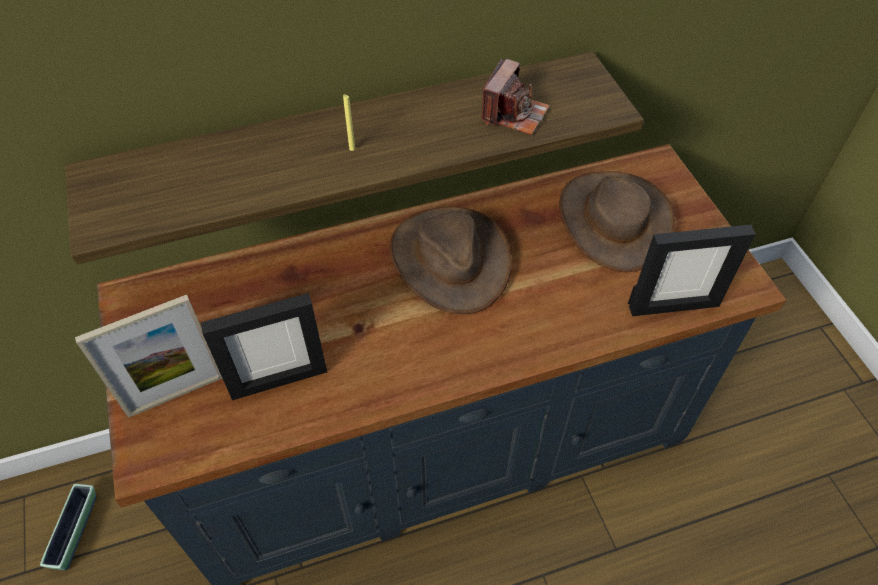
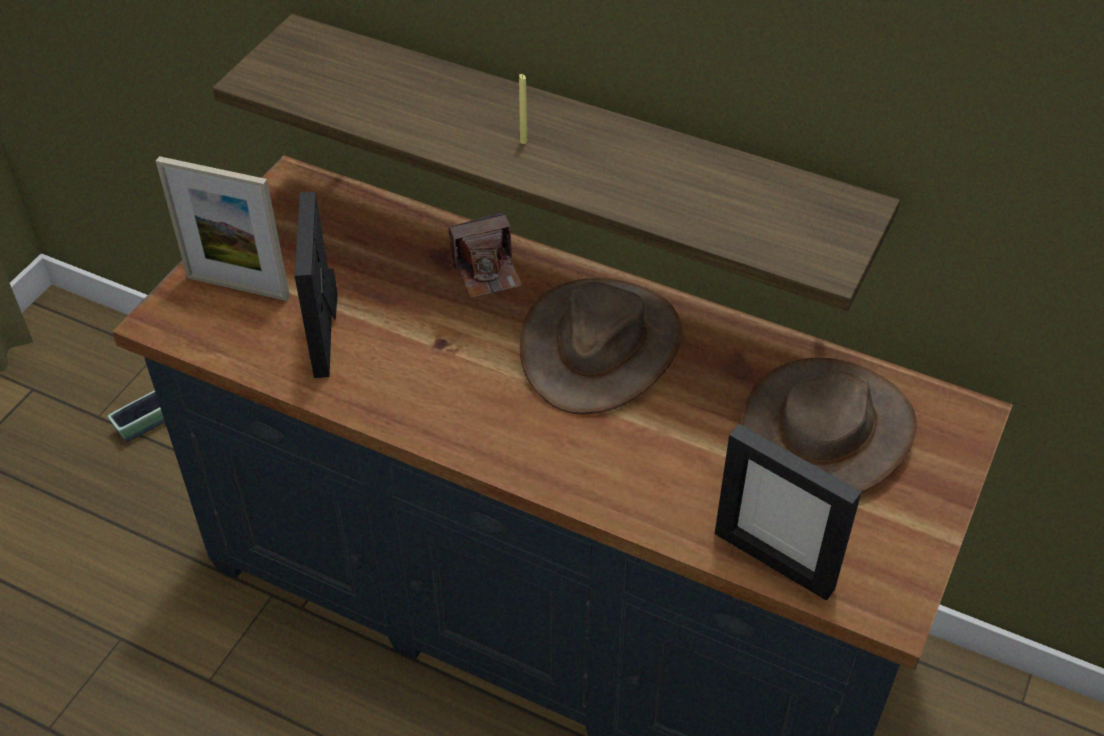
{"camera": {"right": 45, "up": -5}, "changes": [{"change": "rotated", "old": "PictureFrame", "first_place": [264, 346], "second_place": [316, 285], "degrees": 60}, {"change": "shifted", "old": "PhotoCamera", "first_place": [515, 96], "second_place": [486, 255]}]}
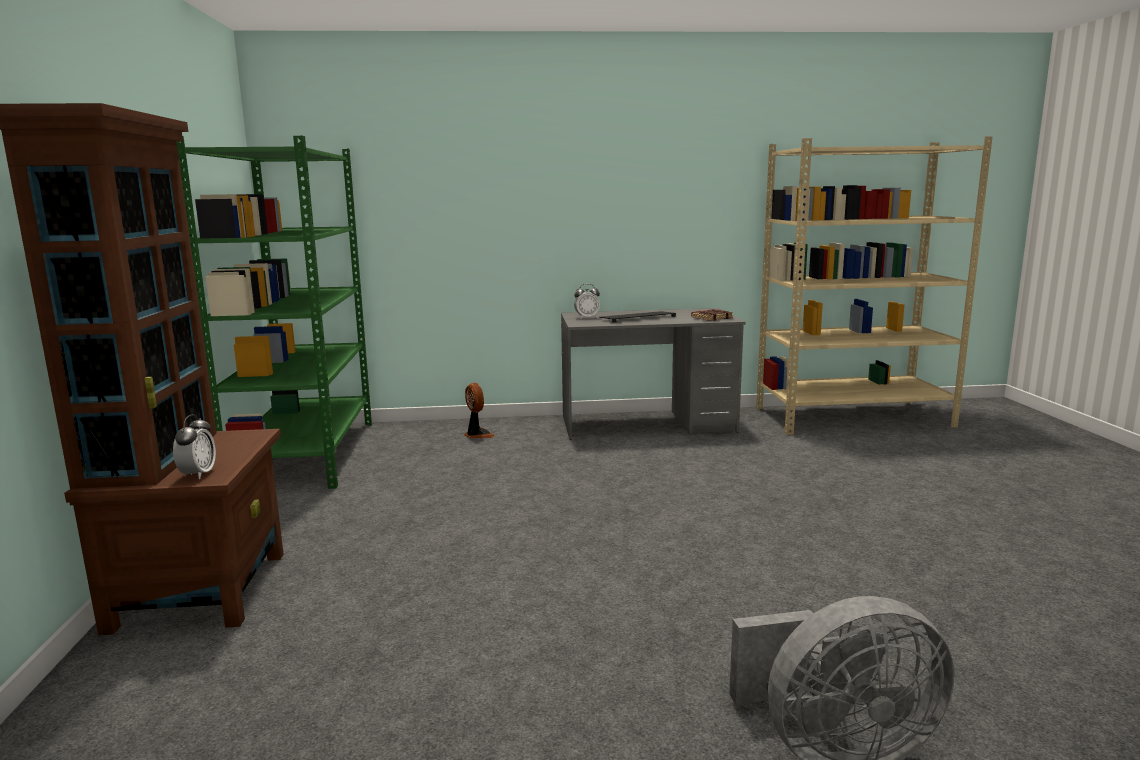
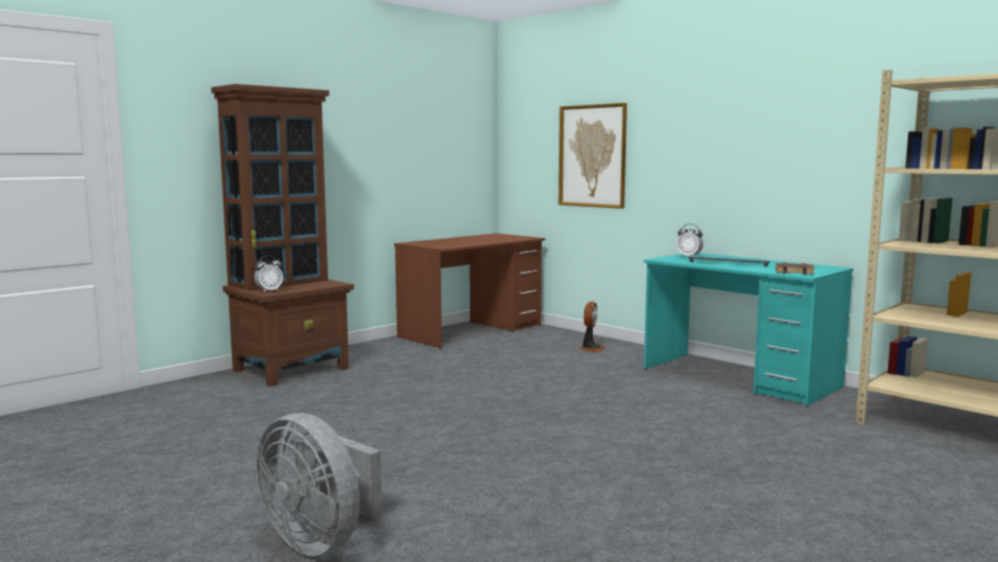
{"camera": {"right": 50, "up": -5}, "changes": [{"change": "swapped", "old": "GreenBookcase", "new": "BrownDesk", "first_place": [274, 312], "second_place": [469, 291]}, {"change": "new", "new": "Picture", "second_place": [592, 156]}, {"change": "repainted", "old": "GreyDesk", "new": "TurquoiseDesk", "first_place": [653, 374], "second_place": [748, 329]}]}
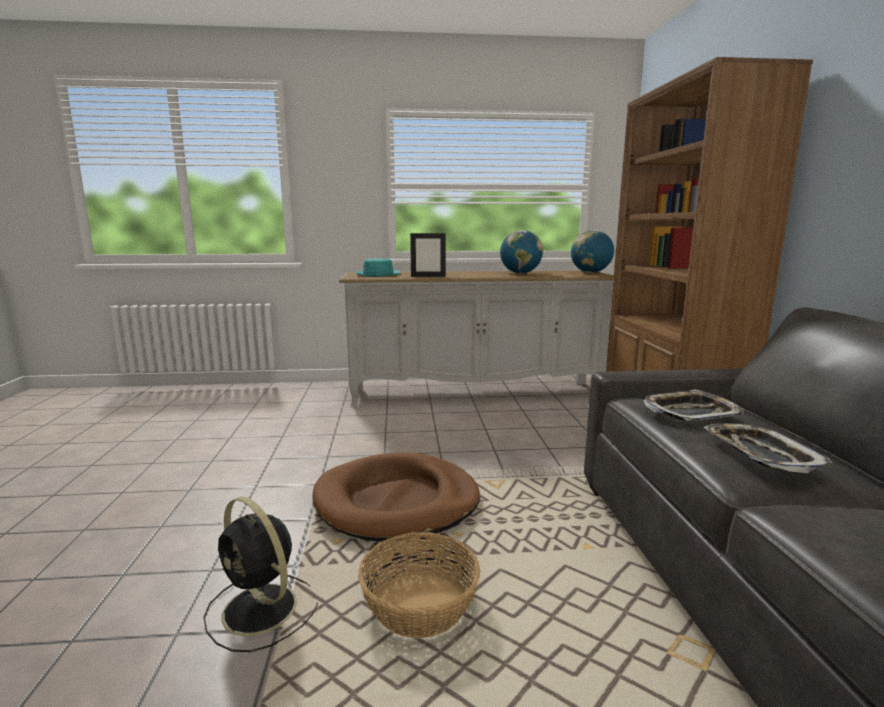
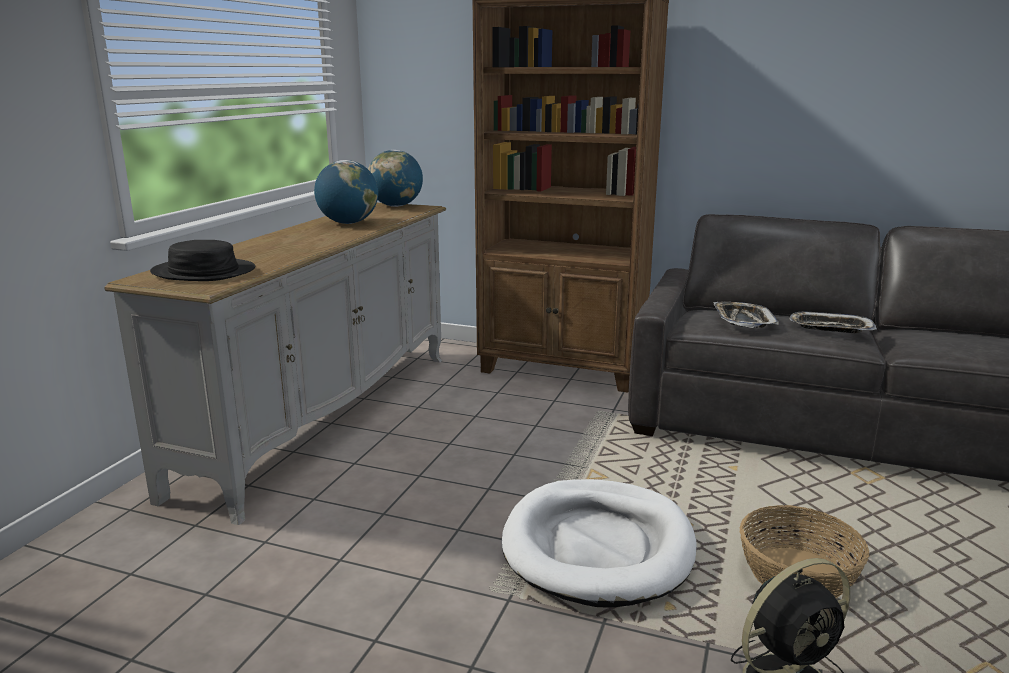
{"camera": {"right": -65, "up": 5}, "changes": [{"change": "repainted", "old": "TurquoiseHat", "new": "BlackHat", "first_place": [378, 267], "second_place": [202, 260]}, {"change": "repainted", "old": "BrownDogBed", "new": "WhiteDogBed", "first_place": [396, 496], "second_place": [599, 543]}, {"change": "gone", "old": "PictureFrame", "first_place": [428, 255]}]}
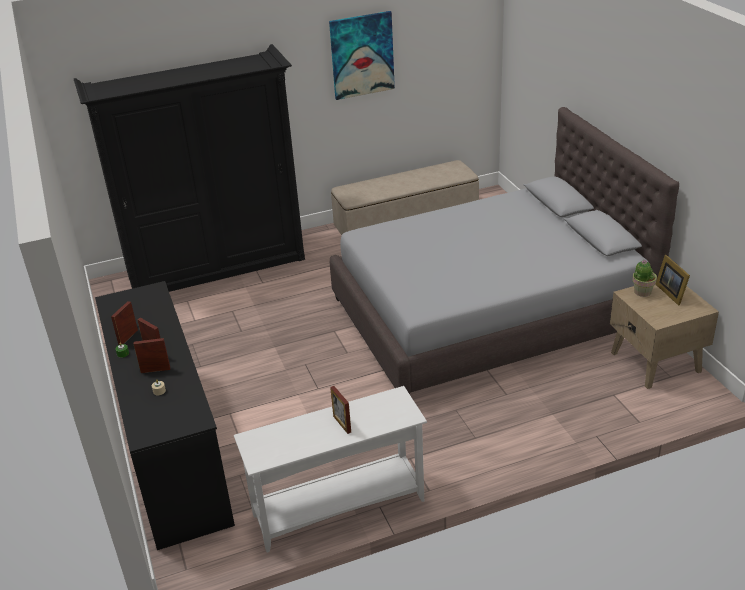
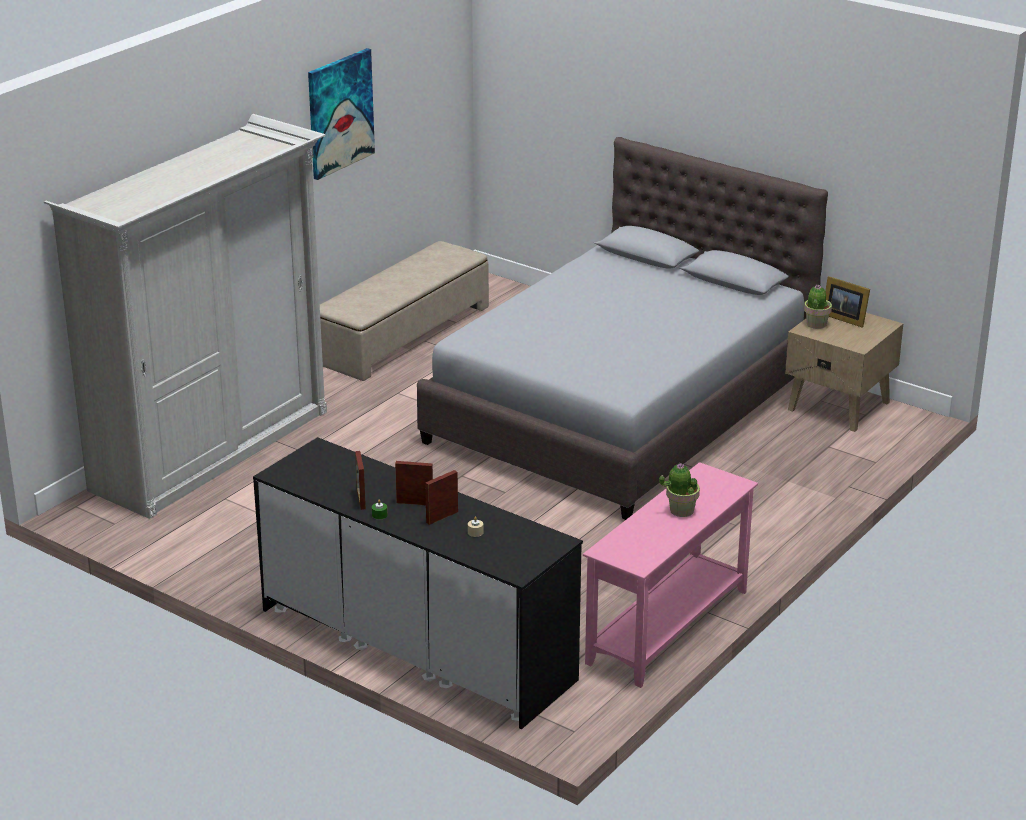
{"camera": {"right": -35, "up": -5}, "changes": [{"change": "repainted", "old": "BlackWardrobe", "new": "WhiteWardrobe", "first_place": [189, 168], "second_place": [185, 316]}, {"change": "repainted", "old": "WhiteConsoleTable", "new": "PinkConsoleTable", "first_place": [330, 469], "second_place": [670, 575]}, {"change": "swapped", "old": "PictureFrame", "new": "PottedPlant", "first_place": [340, 410], "second_place": [679, 490]}]}
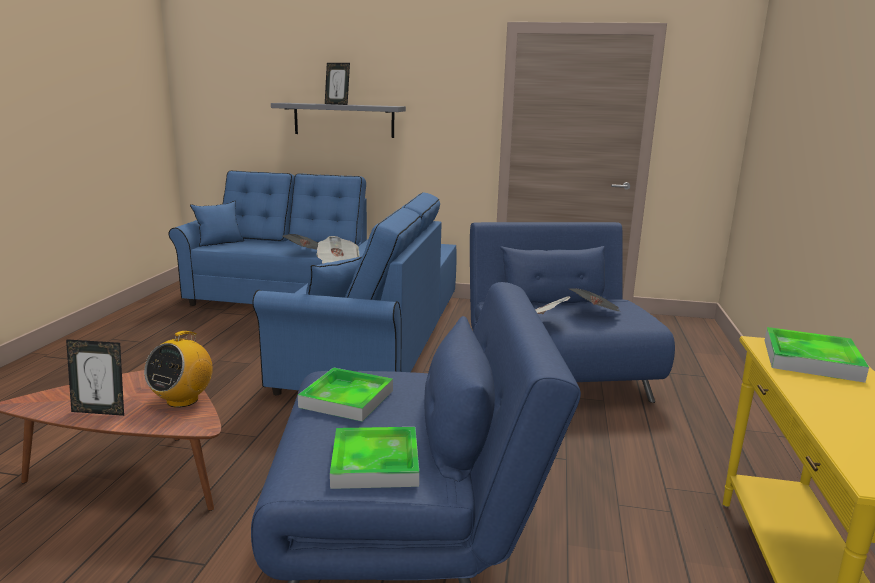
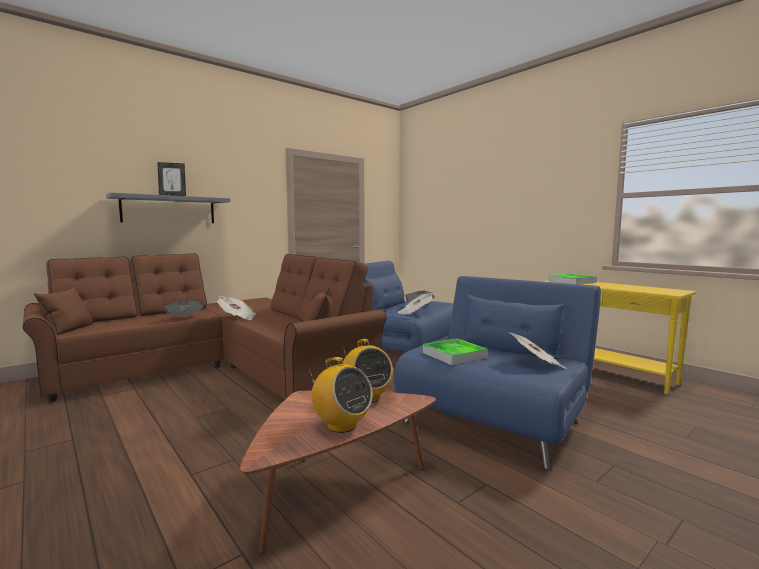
{"camera": {"right": -50, "up": -10}, "changes": [{"change": "repainted", "old": "BlueSofa", "new": "BrownSofa", "first_place": [313, 283], "second_place": [205, 327]}, {"change": "swapped", "old": "PictureFrame", "new": "Radio", "first_place": [95, 377], "second_place": [340, 395]}, {"change": "swapped", "old": "Tray", "new": "Newspaper", "first_place": [374, 458], "second_place": [538, 350]}]}
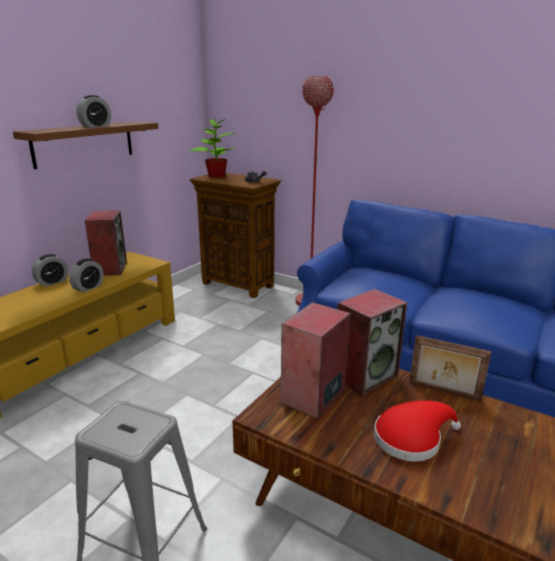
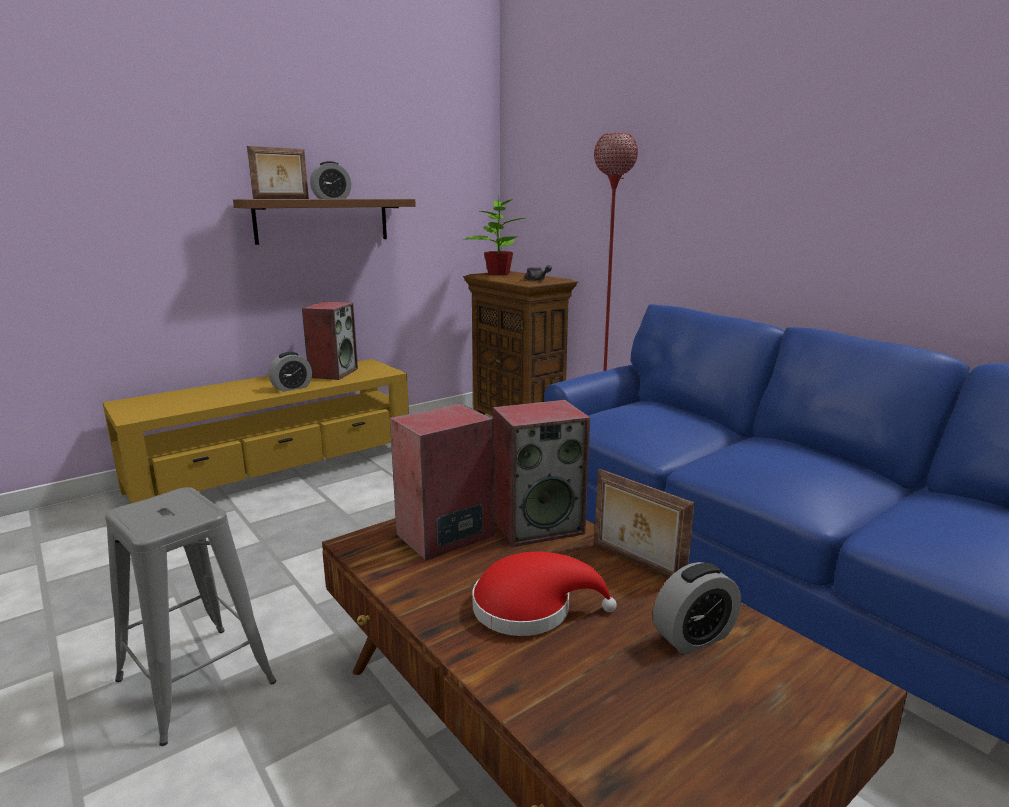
{"camera": {"right": 20, "up": -5}, "changes": [{"change": "new", "new": "PictureFrame", "second_place": [278, 172]}, {"change": "shifted", "old": "AlarmClock", "first_place": [50, 270], "second_place": [697, 608]}]}
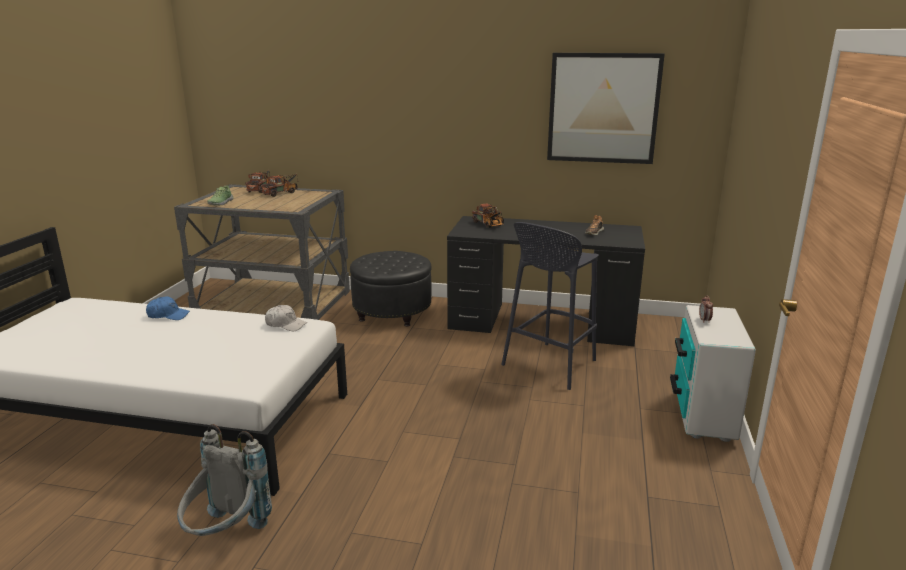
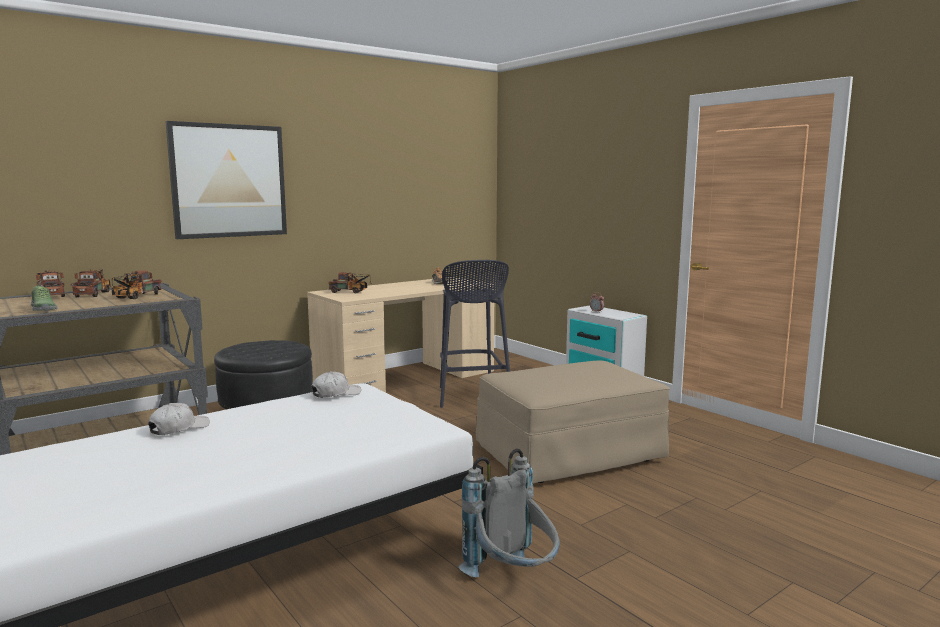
{"camera": {"right": -50, "up": -10}, "changes": [{"change": "new", "new": "ToyTruck", "second_place": [137, 284]}, {"change": "repainted", "old": "BlueCap", "new": "WhiteCap", "first_place": [168, 308], "second_place": [179, 419]}, {"change": "shifted", "old": "Picture", "first_place": [606, 108], "second_place": [226, 180]}, {"change": "repainted", "old": "BlackDesk", "new": "BeigeDesk", "first_place": [546, 281], "second_place": [400, 335]}, {"change": "new", "new": "BeigeOttoman", "second_place": [573, 422]}]}
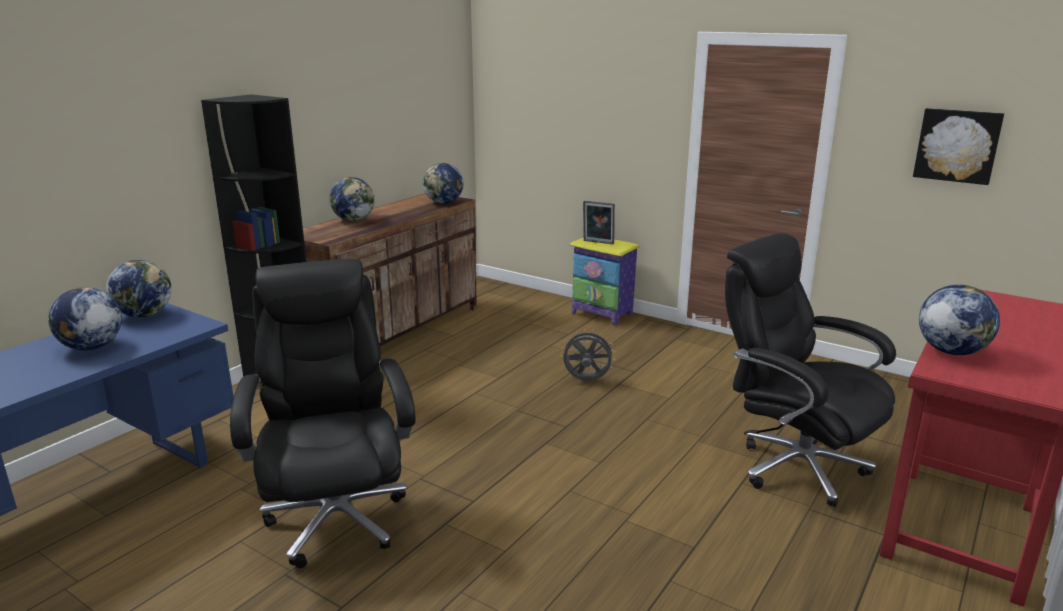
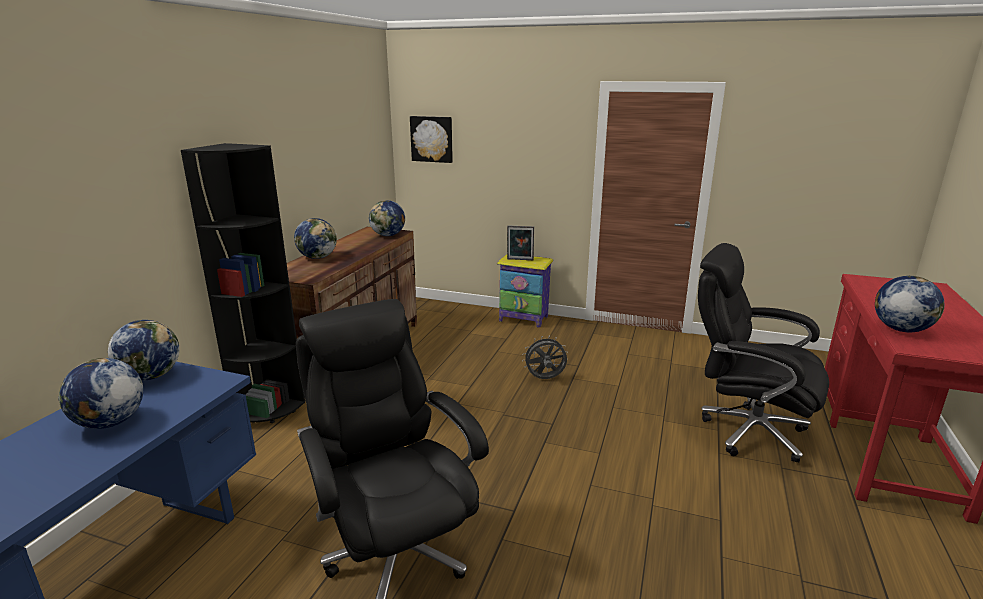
{"camera": {"right": -15, "up": 0}, "changes": [{"change": "shifted", "old": "Picture", "first_place": [958, 146], "second_place": [431, 139]}]}
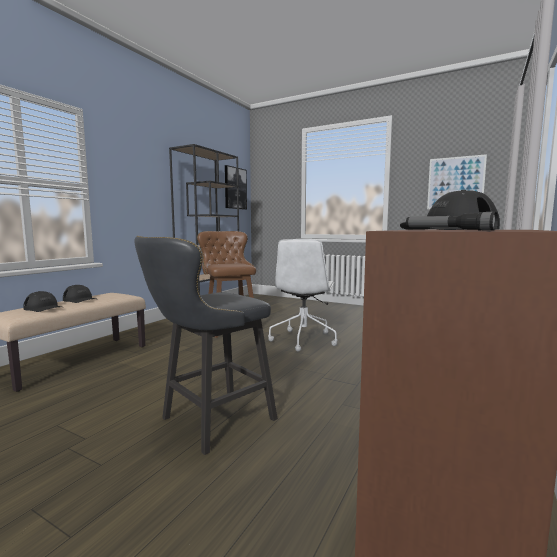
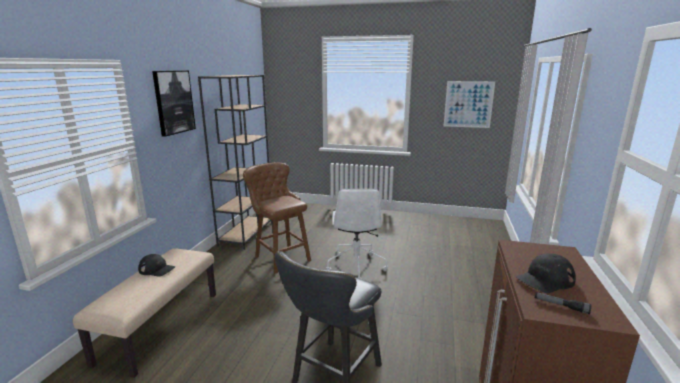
{"camera": {"right": -15, "up": 10}, "changes": [{"change": "shifted", "old": "Picture", "first_place": [236, 187], "second_place": [174, 104]}, {"change": "gone", "old": "BlackCap", "first_place": [42, 301]}]}
